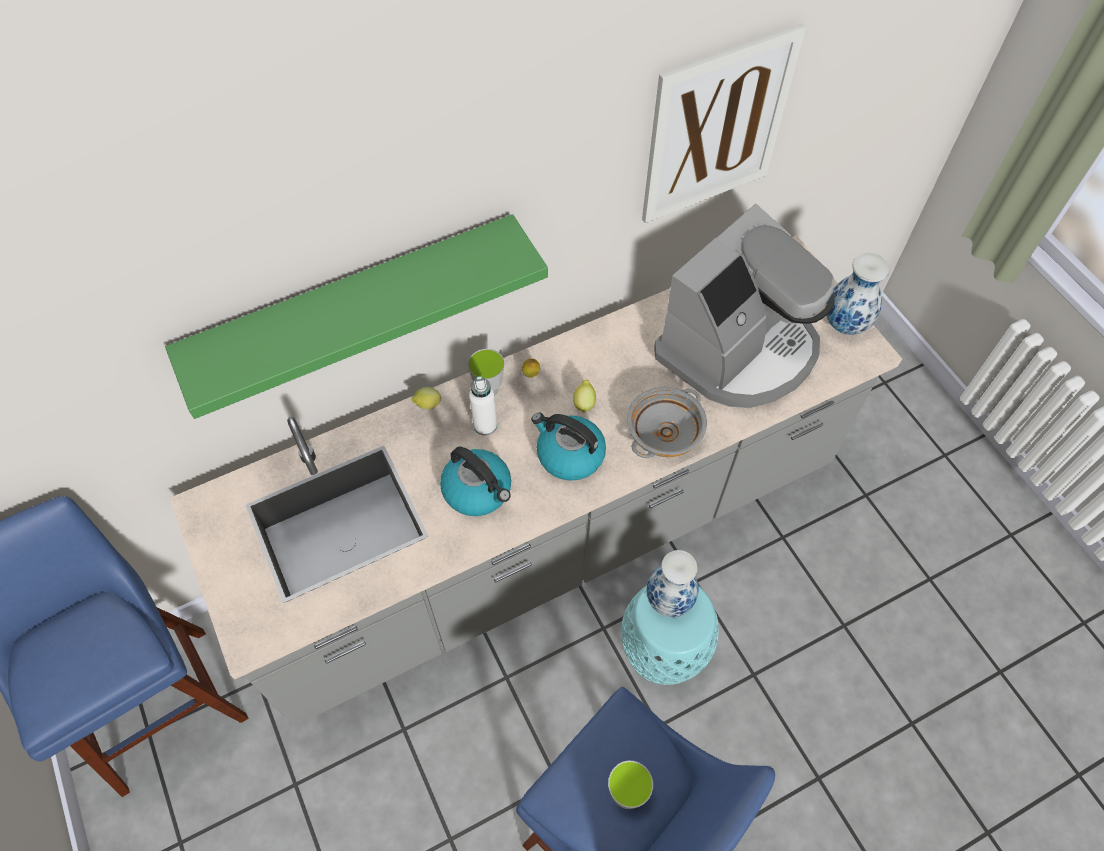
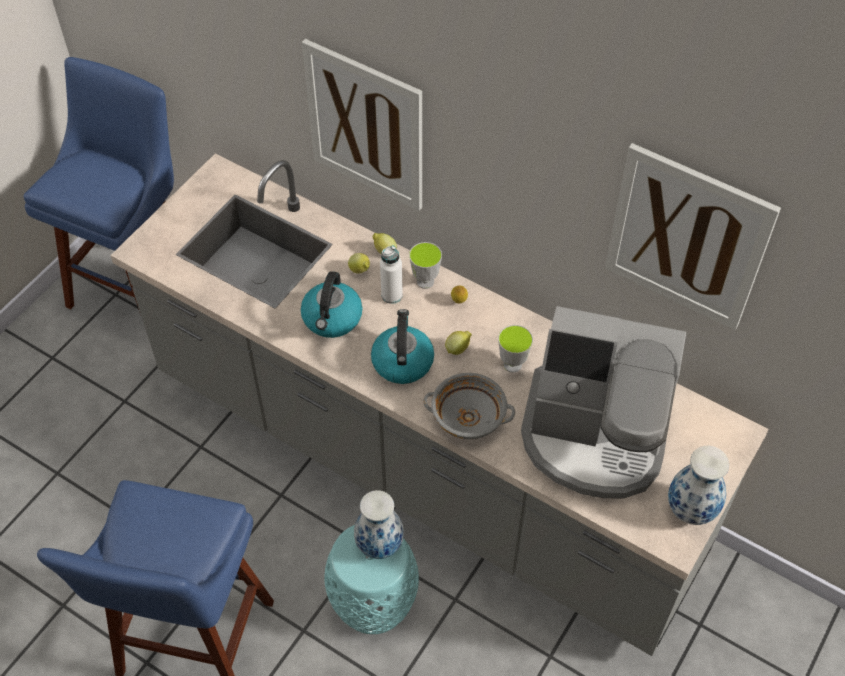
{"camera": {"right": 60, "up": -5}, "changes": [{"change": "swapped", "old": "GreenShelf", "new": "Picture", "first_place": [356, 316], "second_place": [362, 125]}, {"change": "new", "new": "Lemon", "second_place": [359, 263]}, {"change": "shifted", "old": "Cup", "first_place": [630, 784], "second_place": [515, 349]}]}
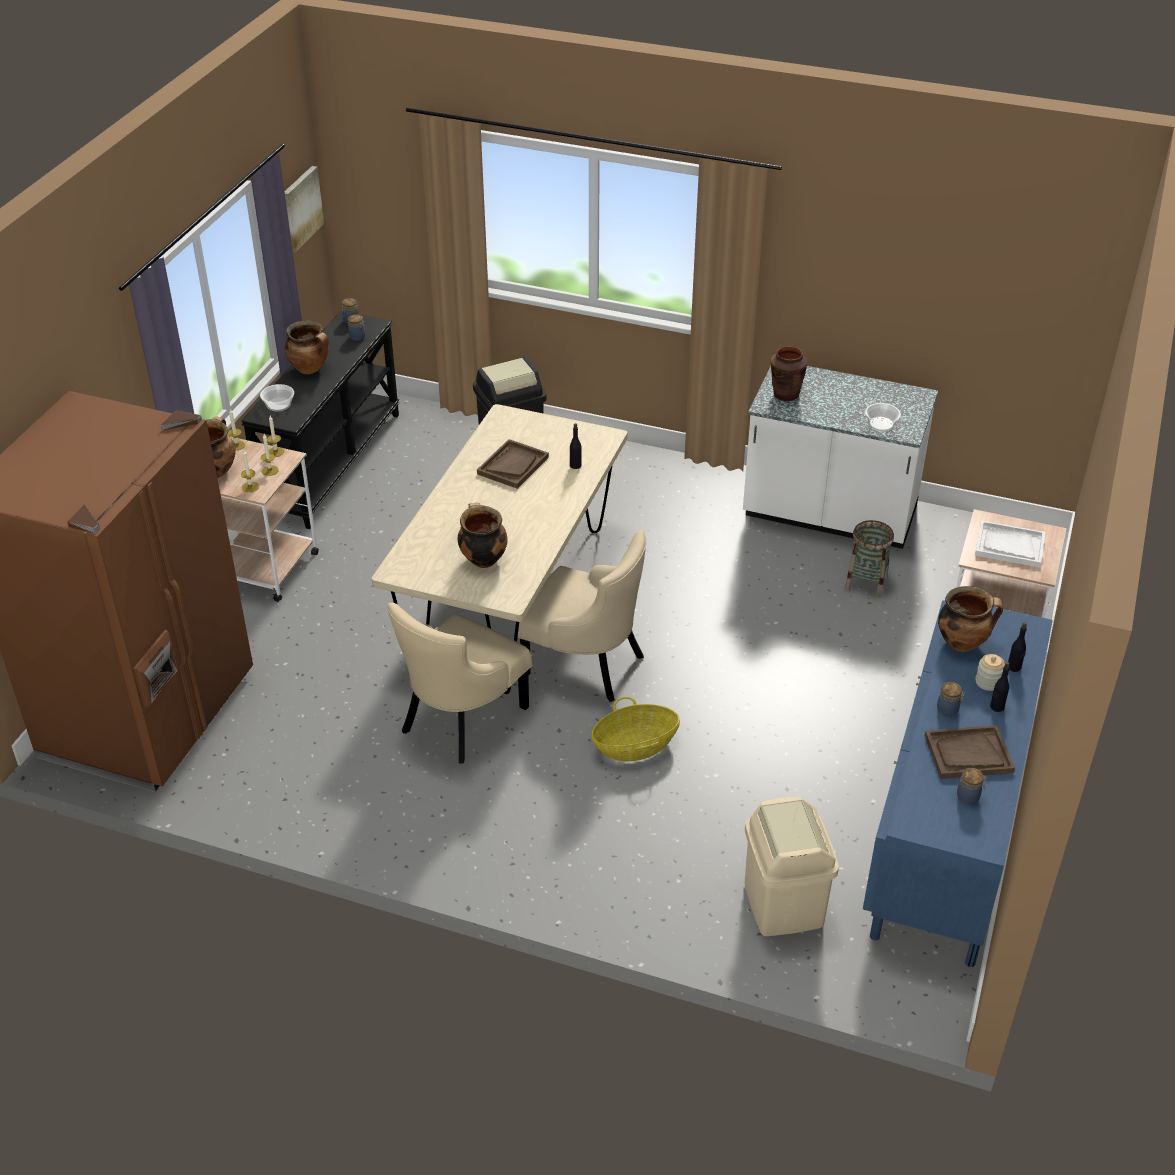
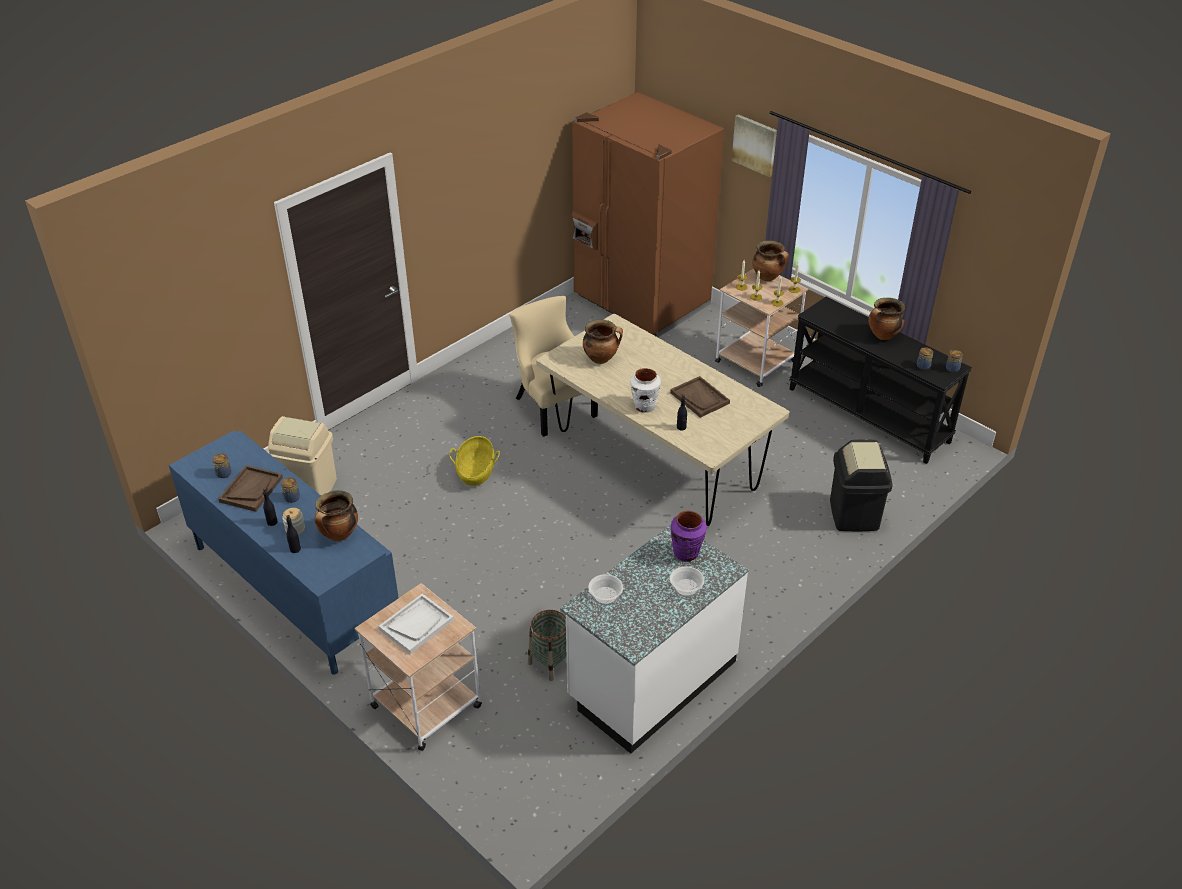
{"camera": {"right": 115, "up": 0}, "changes": [{"change": "new", "new": "WhiteVase", "second_place": [645, 390]}, {"change": "shifted", "old": "Bowl", "first_place": [277, 397], "second_place": [687, 581]}, {"change": "repainted", "old": "BrownVase", "new": "PurpleVase", "first_place": [789, 373], "second_place": [689, 536]}, {"change": "shifted", "old": "Picture", "first_place": [304, 209], "second_place": [754, 145]}, {"change": "gone", "old": "BeigeChair", "first_place": [581, 616]}]}
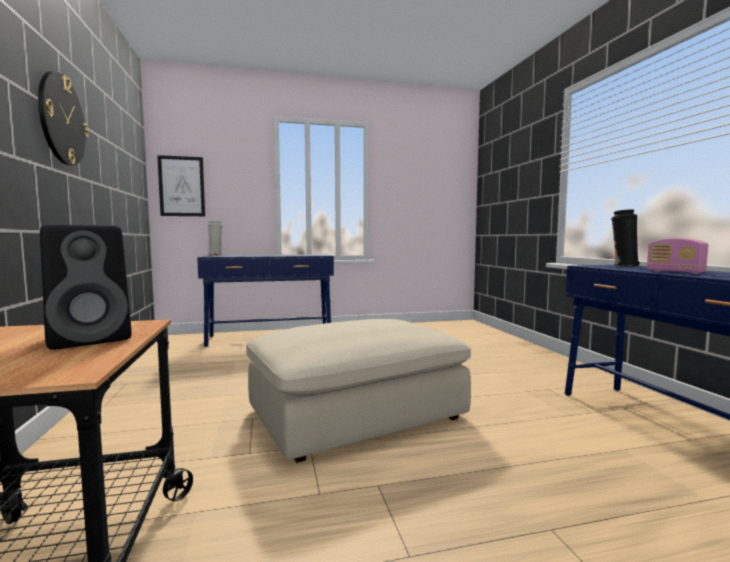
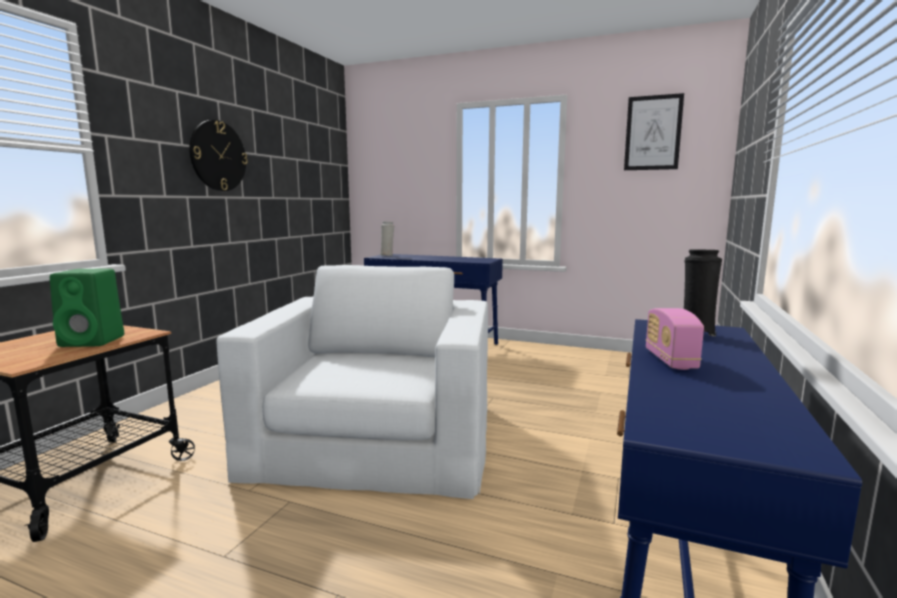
{"camera": {"right": 35, "up": 5}, "changes": [{"change": "repainted", "old": "BlackSpeaker", "new": "GreenSpeaker", "first_place": [86, 287], "second_place": [87, 308]}, {"change": "swapped", "old": "BeigeOttoman", "new": "WhiteArmchair", "first_place": [358, 391], "second_place": [352, 382]}, {"change": "shifted", "old": "Picture", "first_place": [181, 185], "second_place": [654, 131]}]}
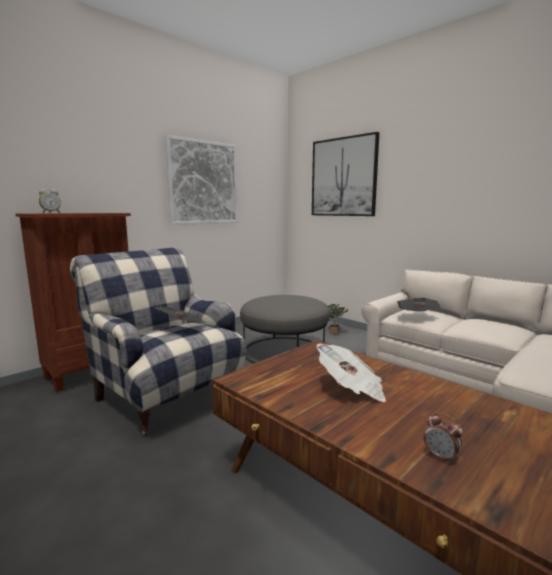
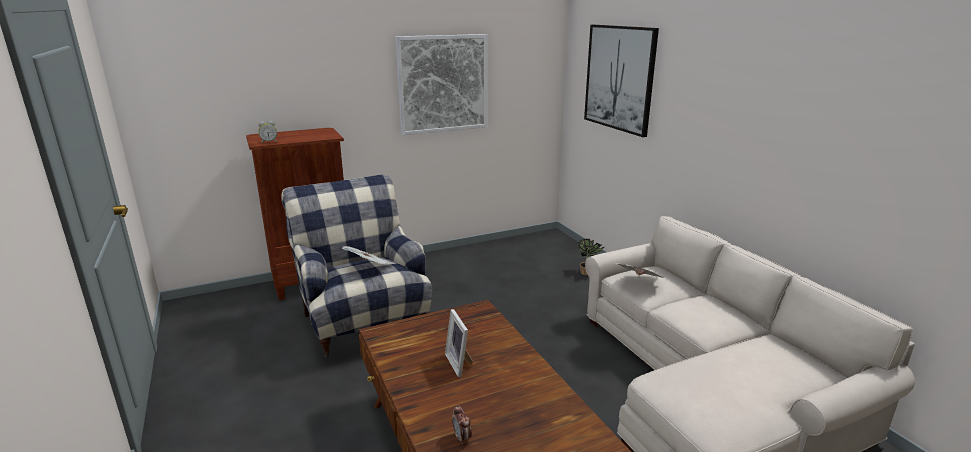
{"camera": {"right": 20, "up": 10}, "changes": [{"change": "swapped", "old": "Newspaper", "new": "PictureFrame", "first_place": [351, 372], "second_place": [459, 343]}, {"change": "gone", "old": "GreyOttoman", "first_place": [285, 329]}]}
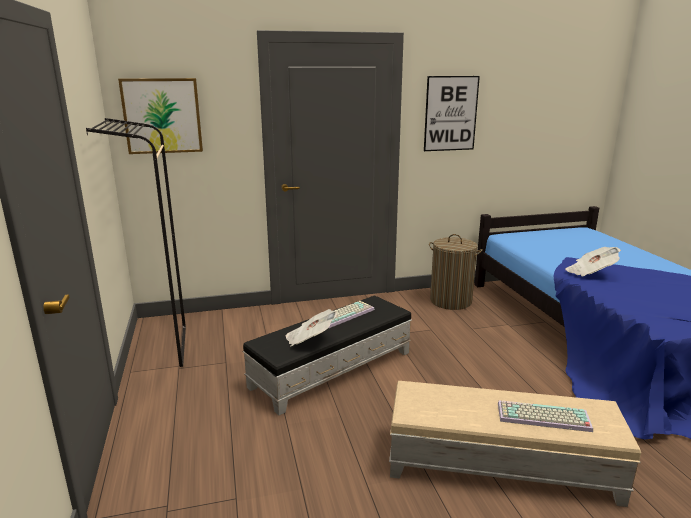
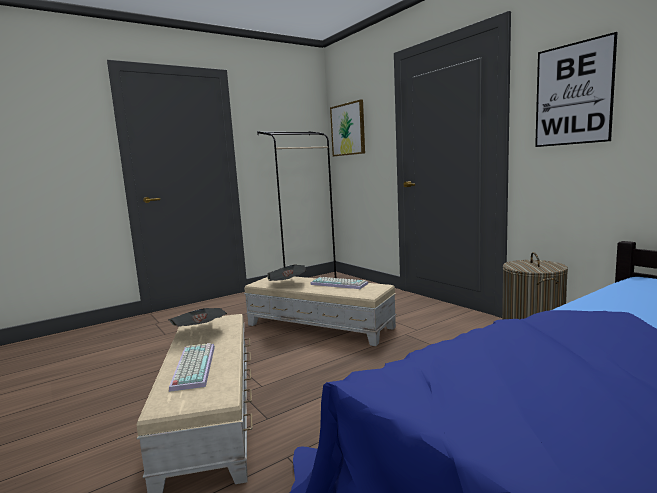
{"camera": {"right": 70, "up": -10}, "changes": [{"change": "shifted", "old": "Newspaper", "first_place": [593, 261], "second_place": [197, 317]}, {"change": "repainted", "old": "BlackOttoman", "new": "BeigeOttoman", "first_place": [327, 355], "second_place": [320, 311]}]}
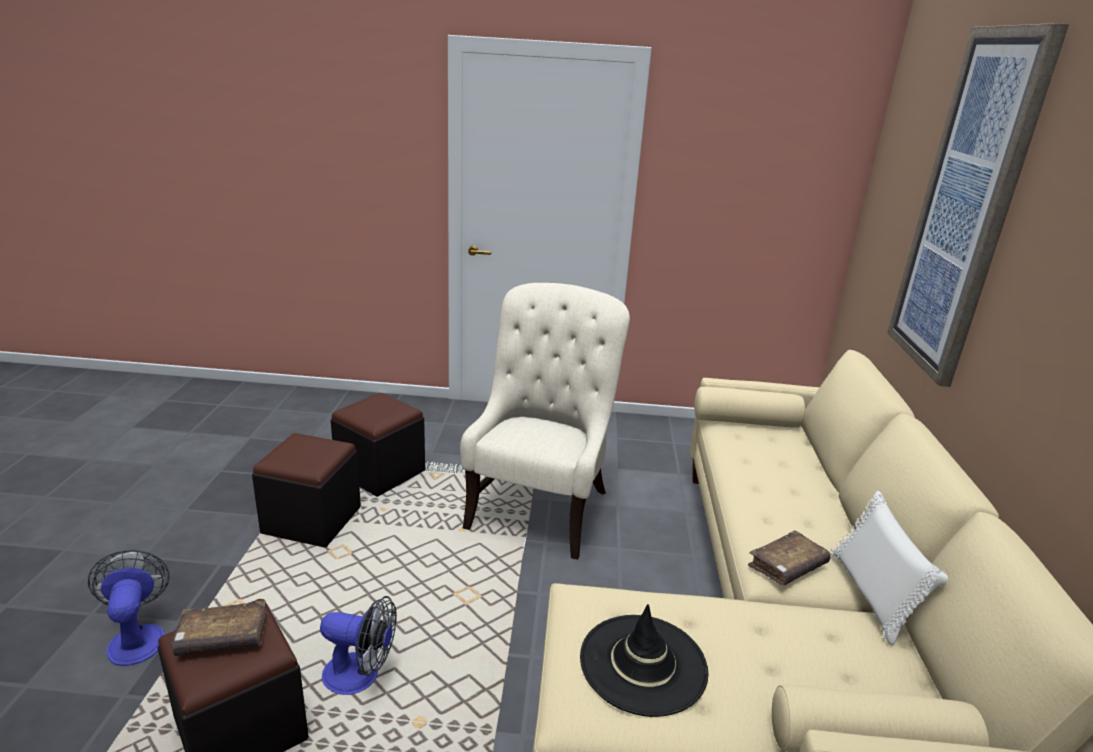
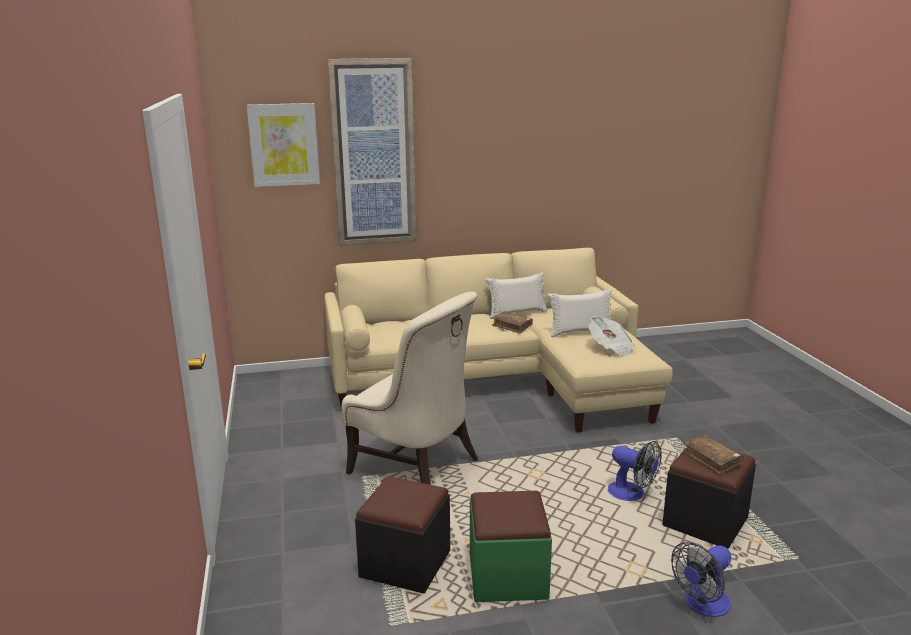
{"camera": {"right": -105, "up": -5}, "changes": [{"change": "new", "new": "Picture", "second_place": [283, 145]}, {"change": "rotated", "old": "BeigeArmchair", "first_place": [545, 421], "second_place": [410, 388], "degrees": -150}, {"change": "repainted", "old": "BlackOttoman", "new": "GreenOttoman", "first_place": [306, 490], "second_place": [511, 546]}, {"change": "new", "new": "WhitePillow", "second_place": [580, 313]}, {"change": "swapped", "old": "BlackHat", "new": "Newspaper", "first_place": [644, 660], "second_place": [611, 336]}, {"change": "rotated", "old": "Fan", "first_place": [358, 645], "second_place": [635, 471], "degrees": 135}]}
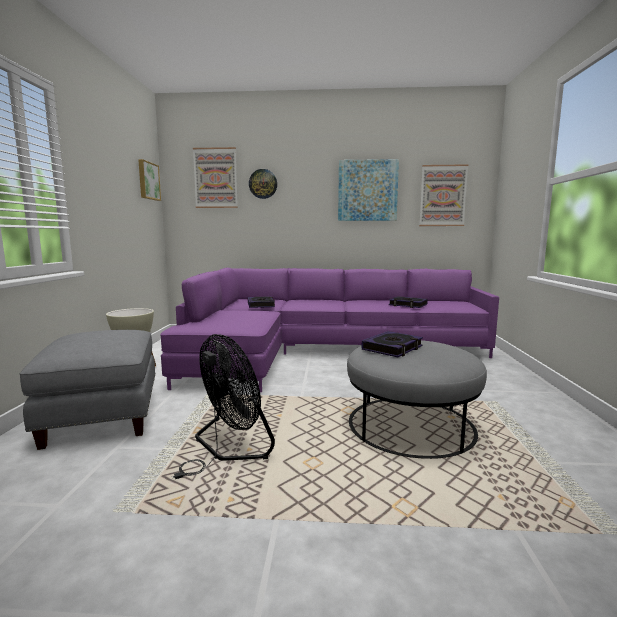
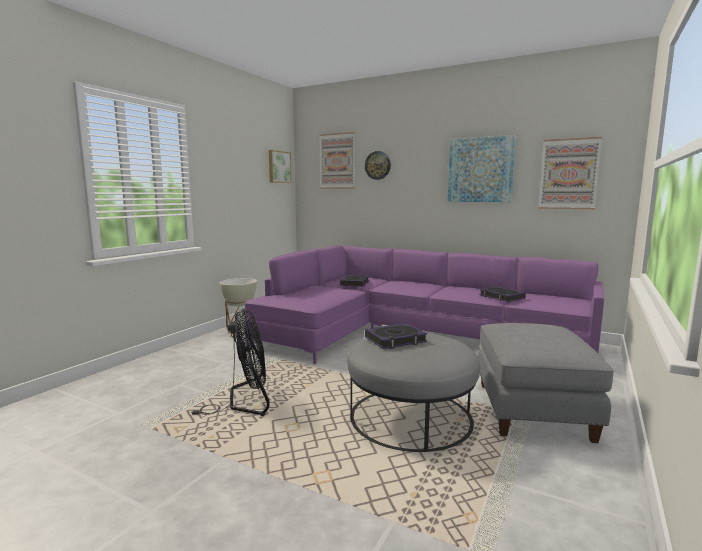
{"camera": {"right": 25, "up": 0}, "changes": [{"change": "shifted", "old": "GreyOttoman", "first_place": [87, 390], "second_place": [546, 383]}]}
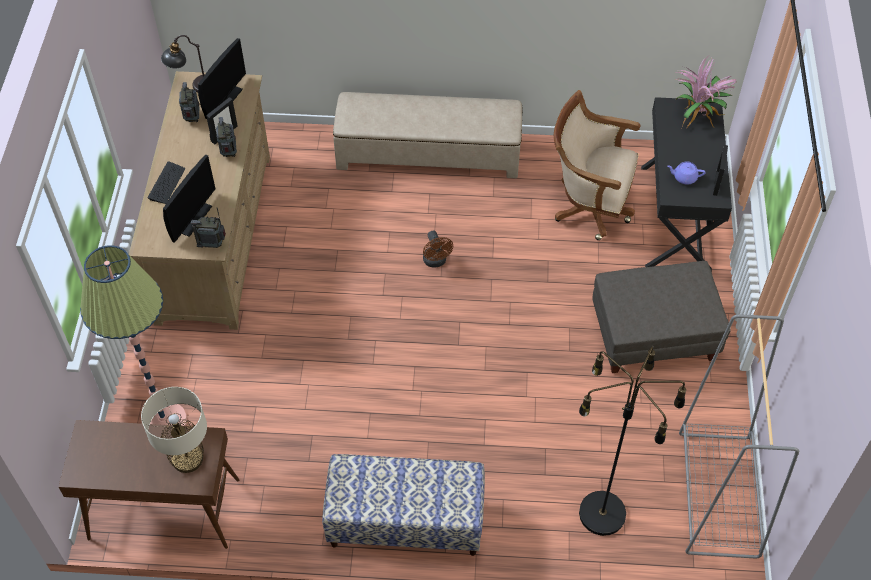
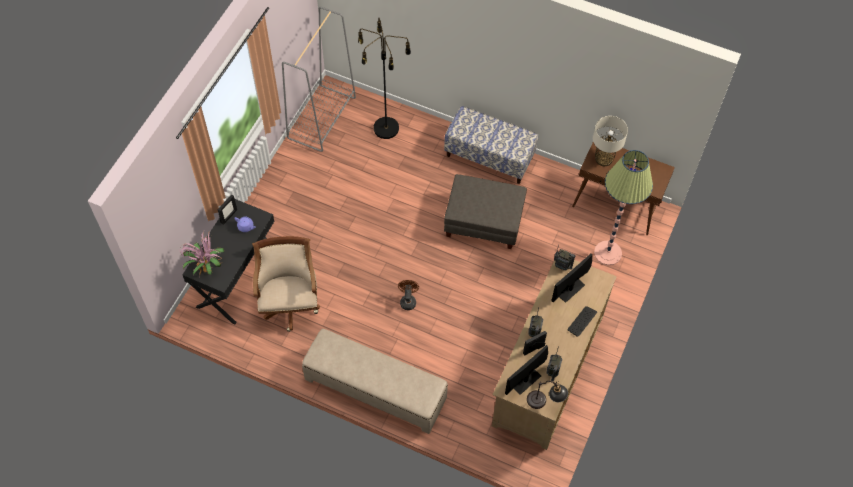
{"camera": {"right": -160, "up": 5}, "changes": [{"change": "rotated", "old": "OfficeChair", "first_place": [597, 165], "second_place": [286, 284], "degrees": -135}, {"change": "shifted", "old": "GreyOttoman", "first_place": [661, 317], "second_place": [485, 211]}]}
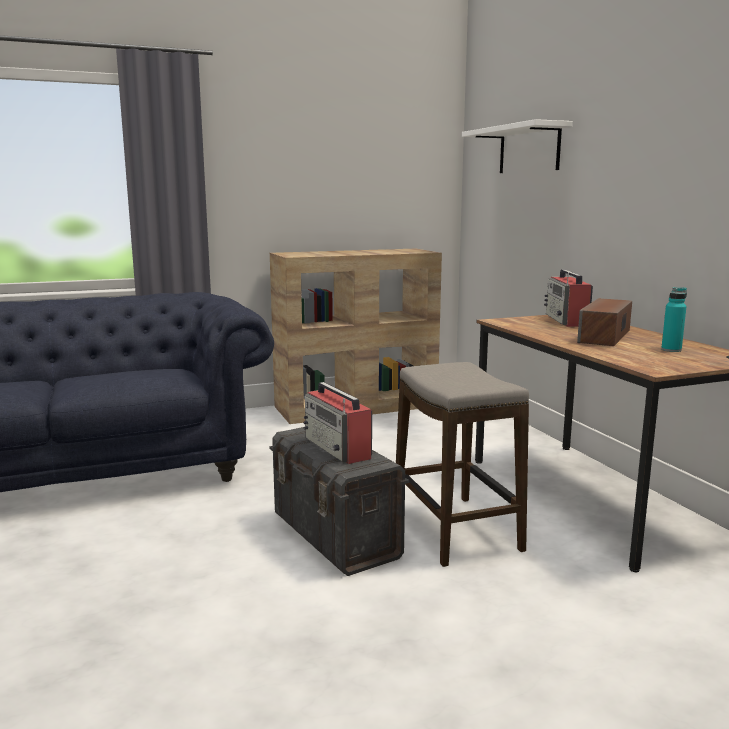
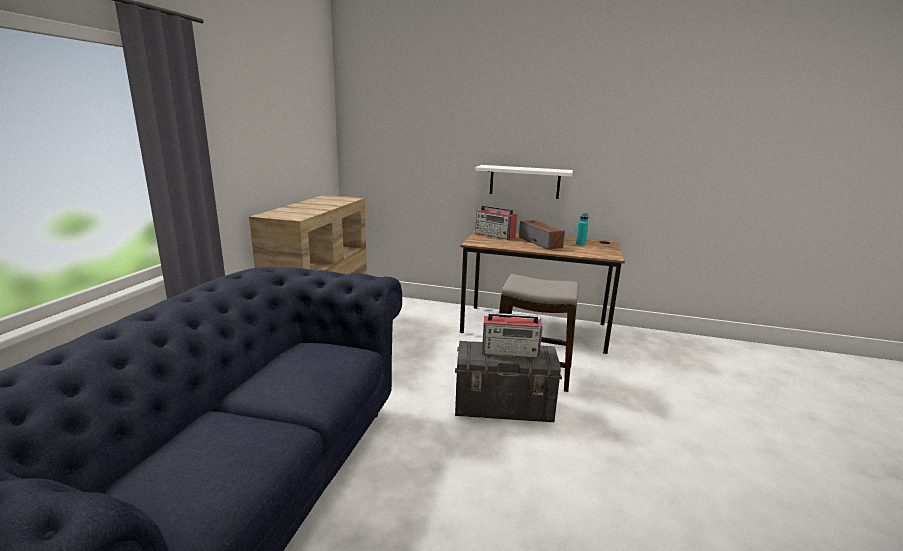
{"camera": {"right": -55, "up": 5}, "changes": [{"change": "shifted", "old": "WhiteShelf", "first_place": [517, 146], "second_place": [524, 182]}]}
